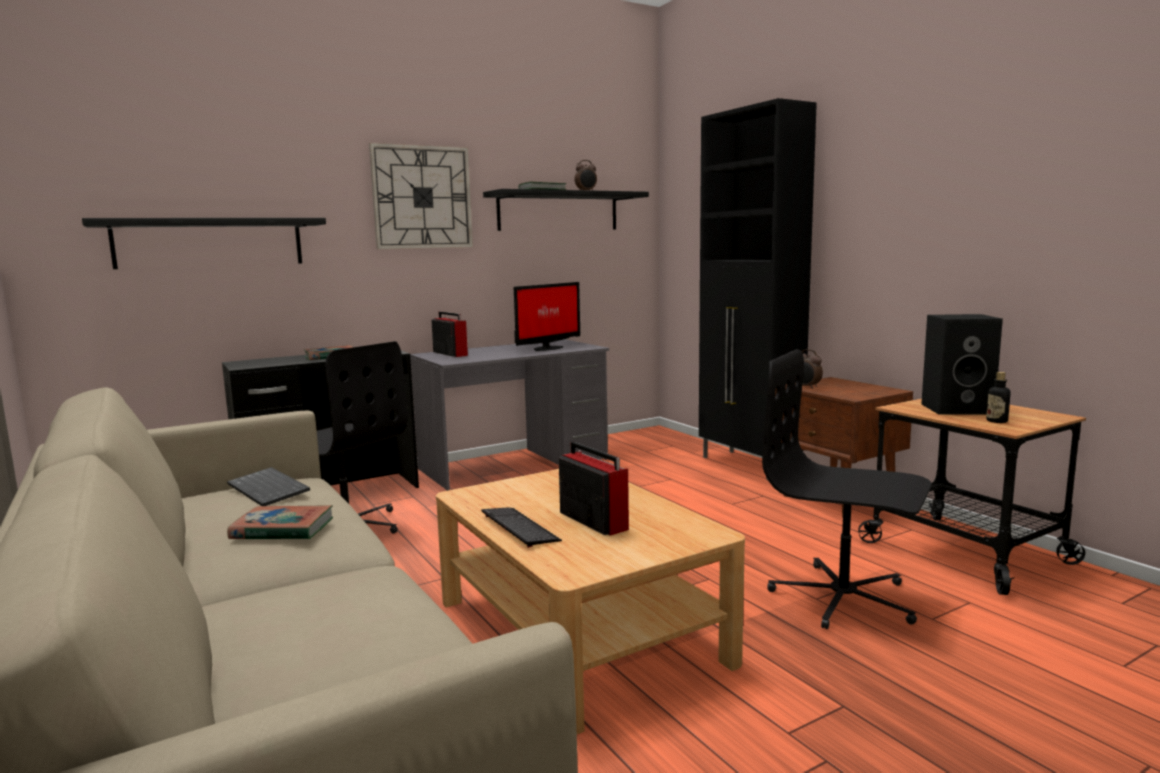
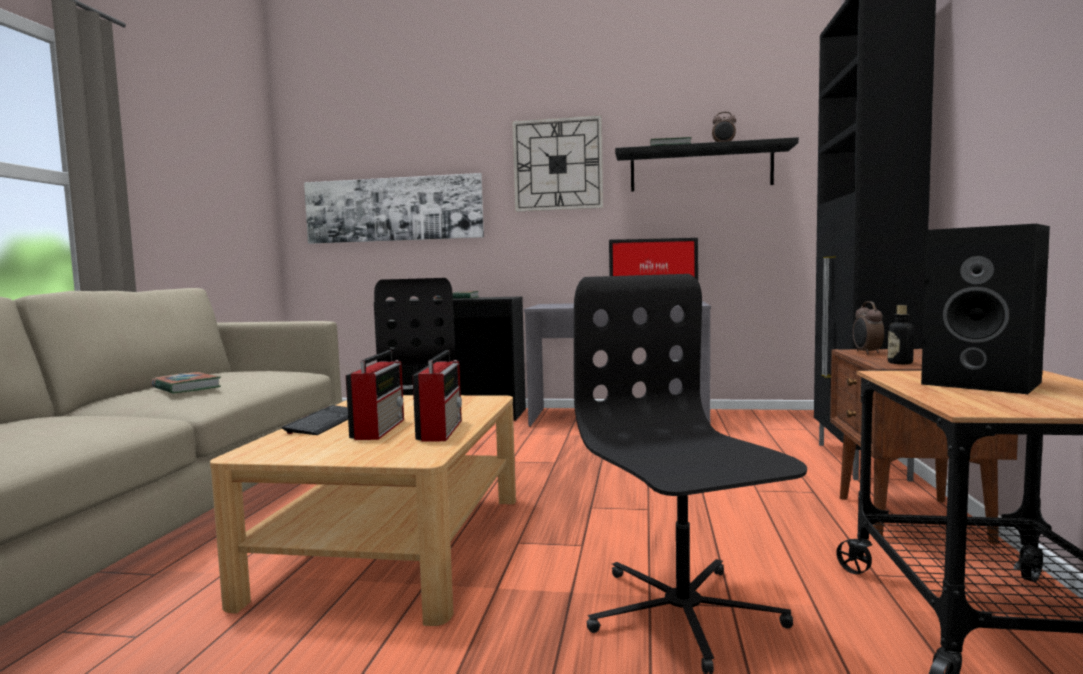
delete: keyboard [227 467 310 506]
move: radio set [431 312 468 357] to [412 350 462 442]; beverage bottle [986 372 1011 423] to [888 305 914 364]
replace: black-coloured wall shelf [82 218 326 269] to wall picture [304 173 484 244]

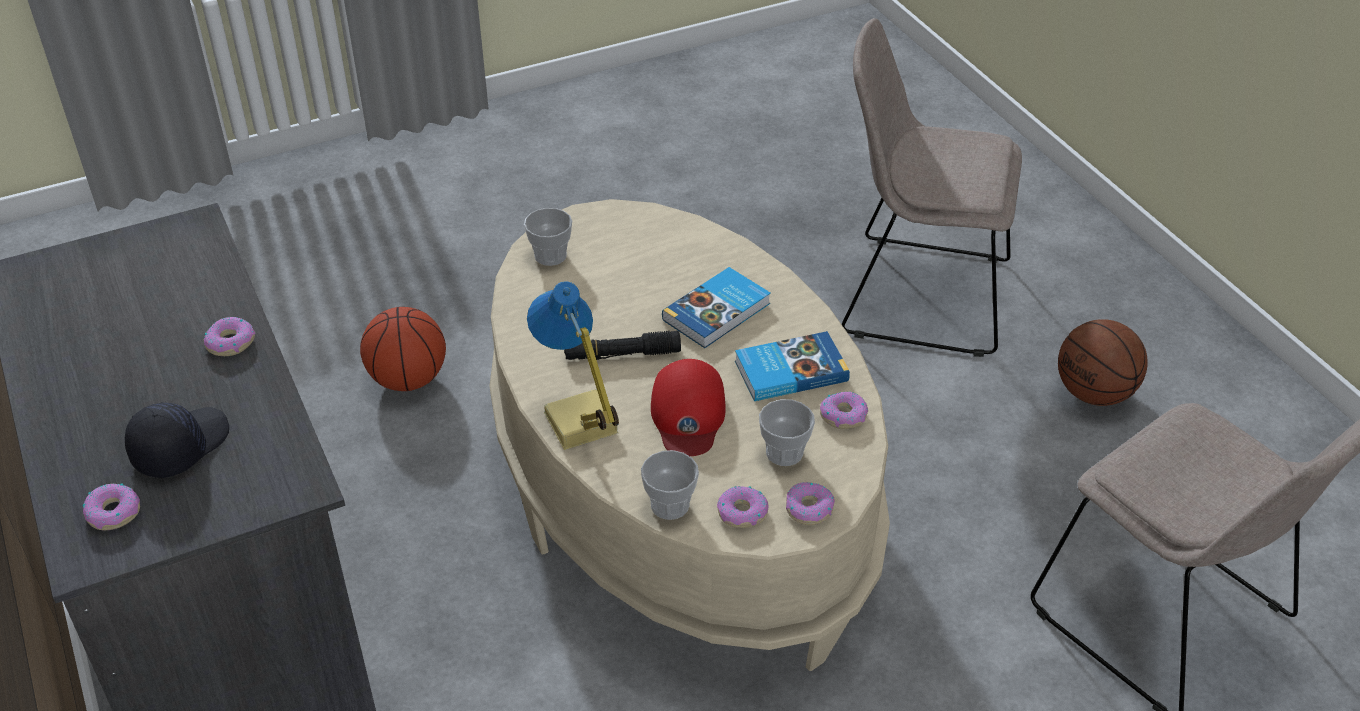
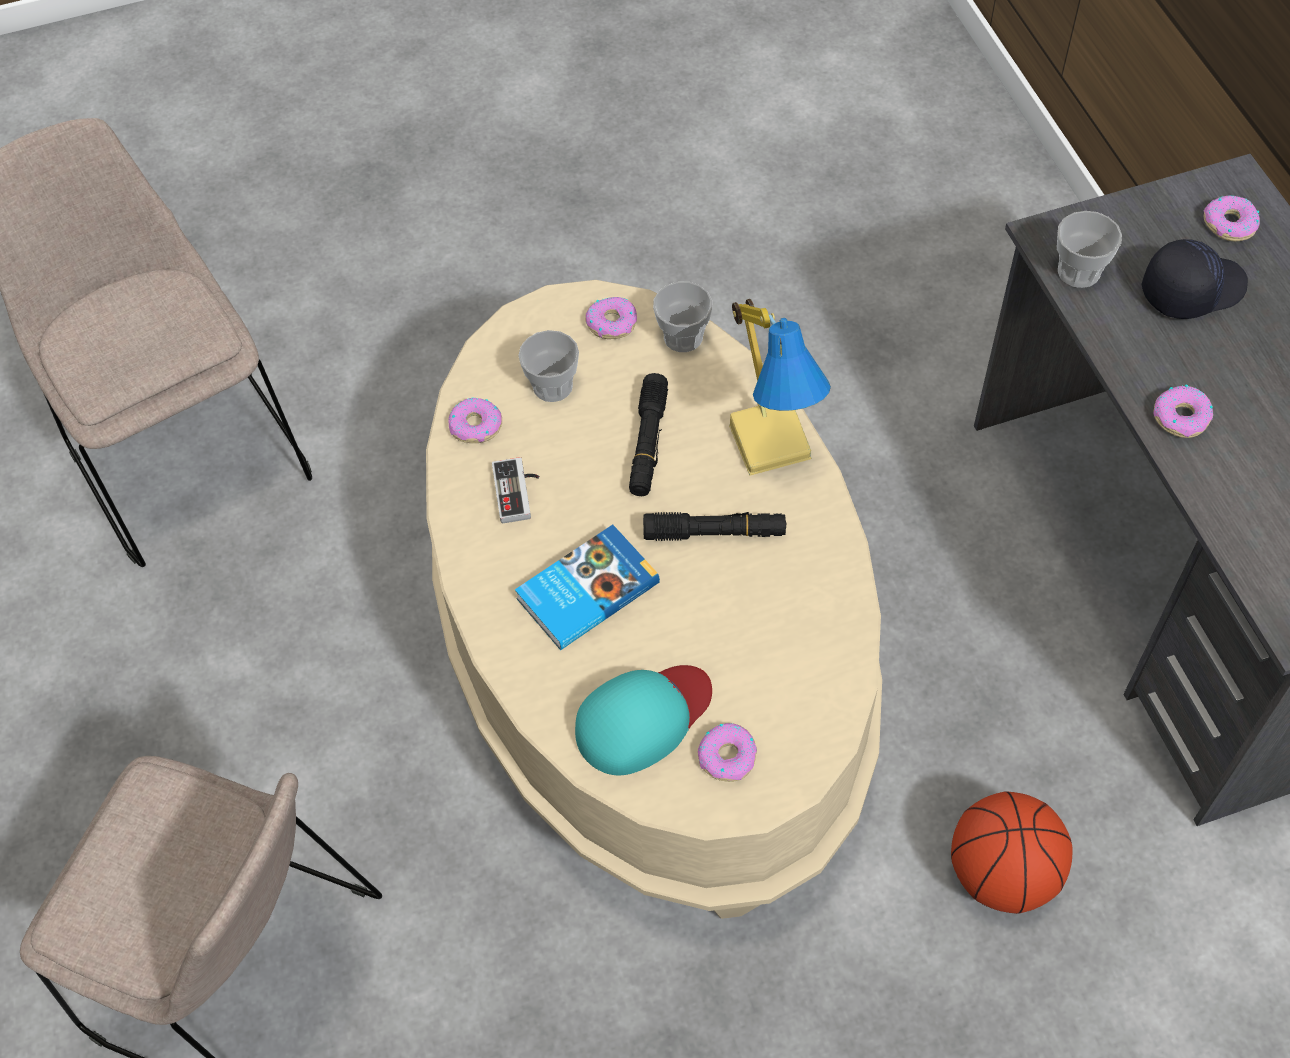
delete: ball for basketball [1058 319 1148 406]
insert: turquoise baseball cap [575 665 712 775]
move: small cup [524 208 572 266] to [1057 211 1122 288]; doughnut [786 482 835 525] to [698 723 757 782]
replace: reddish baseball cap [651 359 726 456] to black-coloured hand torch [629 373 668 496]; bound book [735 331 850 401] to game controller [492 457 539 523]
rotate: black-coloured baseball cap [125 402 229 478] = [1142 239 1248 319] 150 degrees counterclockwise

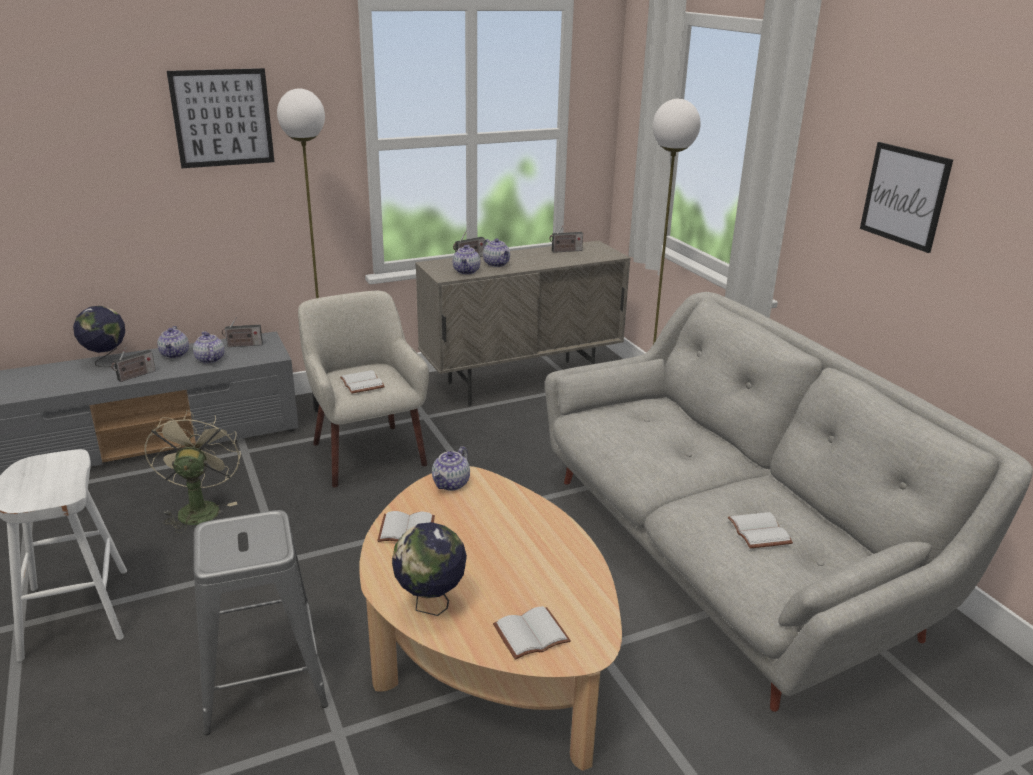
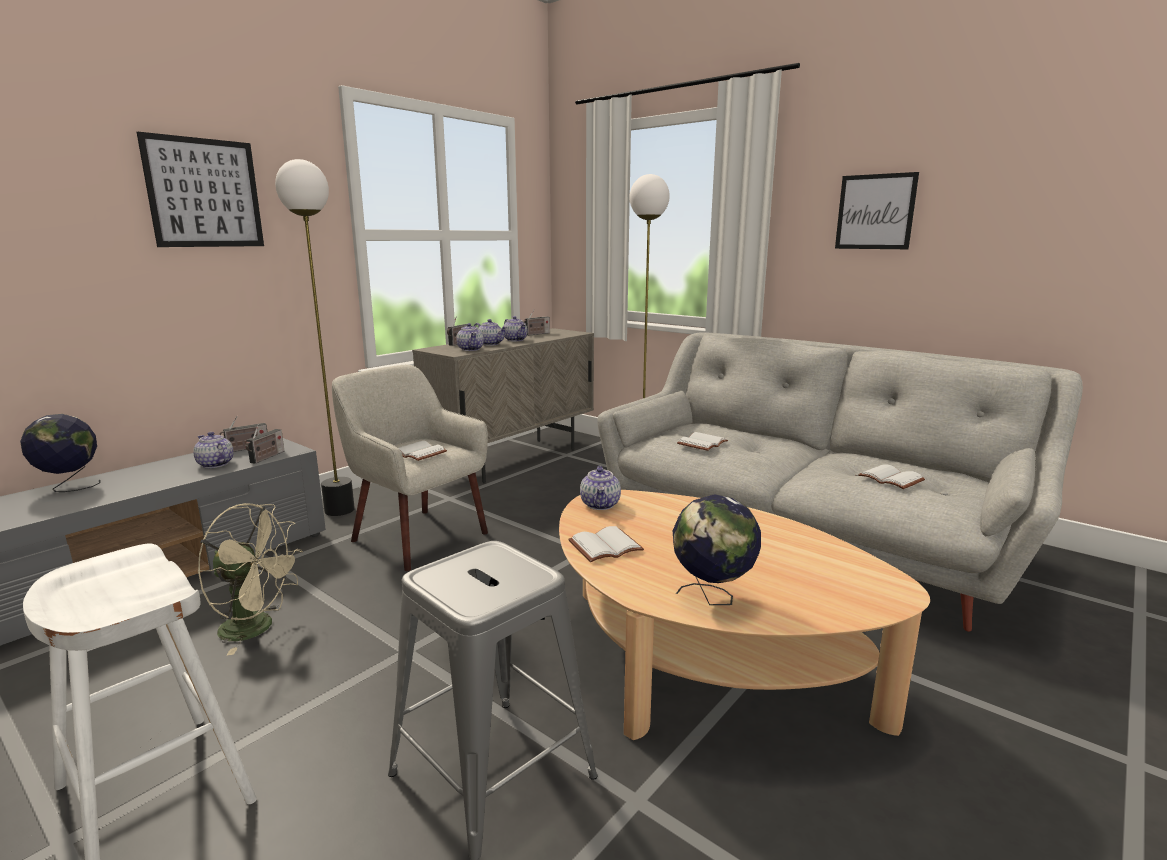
move: radio set [111 346 156 382] to [245 424 284 464]; tea pot [157 326 189 358] to [504 316 527 341]; white bound book [493 606 571 660] to [677 432 728 451]
rotate: beige-coloured fan [144 410 241 533] = [197 503 303 656] 135 degrees clockwise

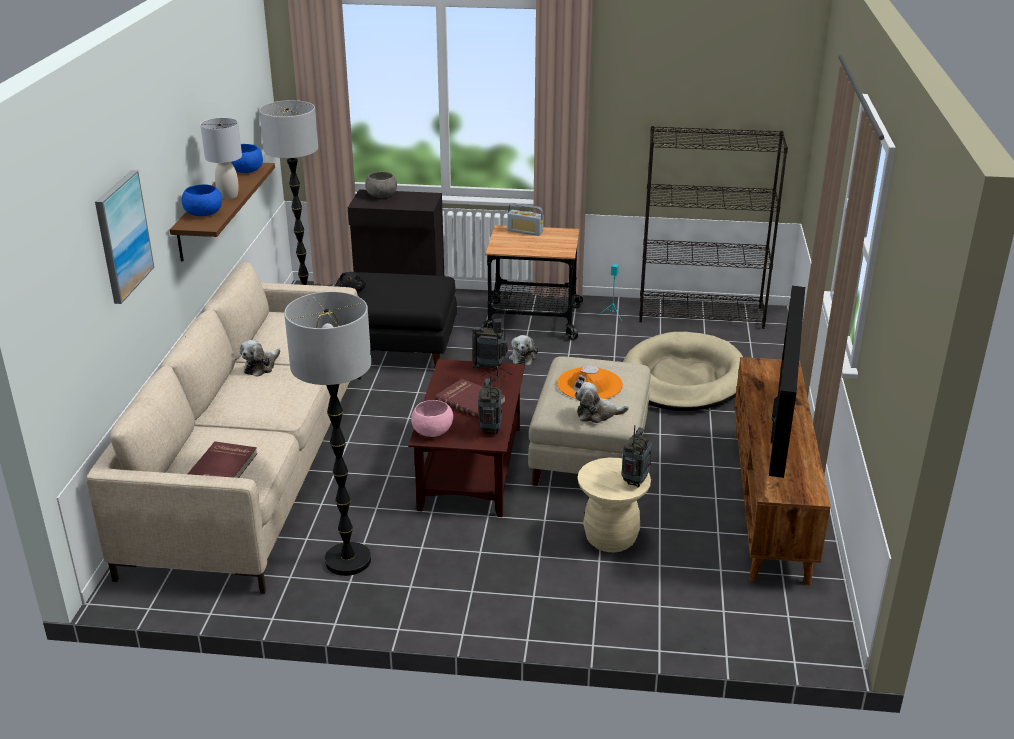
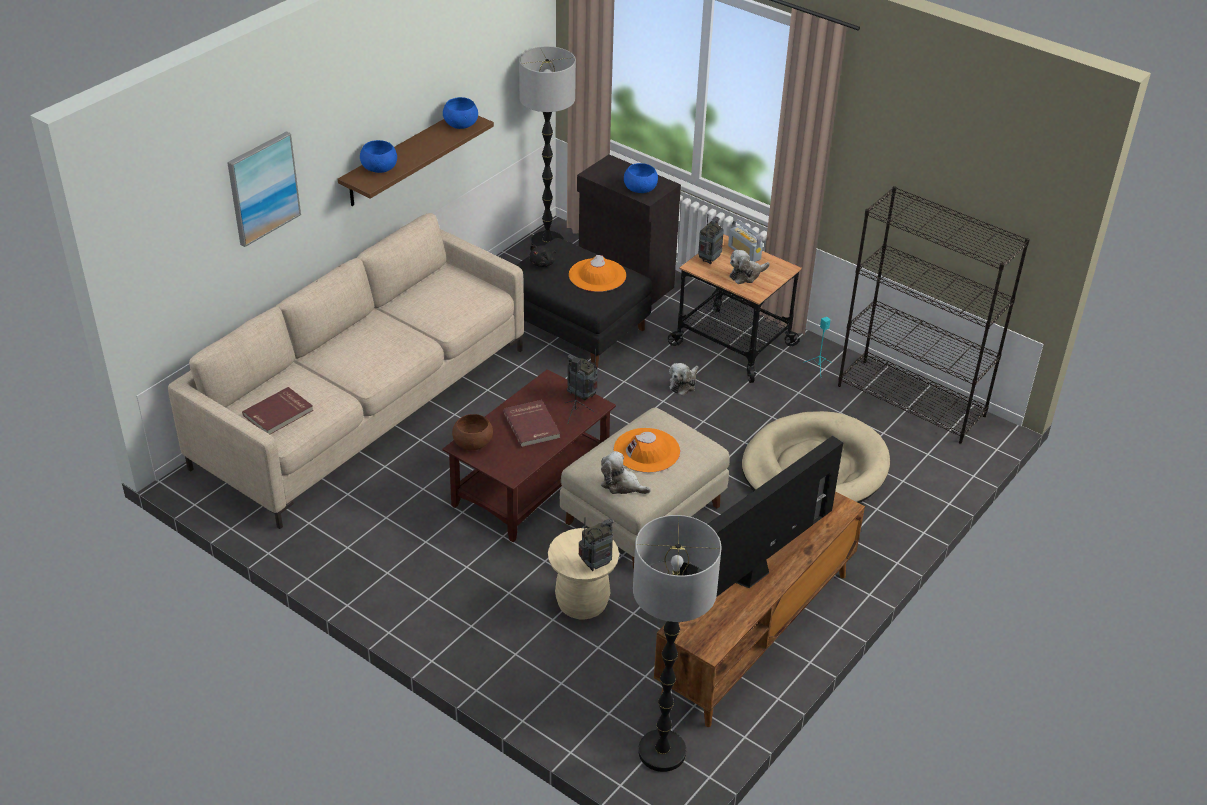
delete: gray tabletop lamp [200 118 242 199]; gray bowl [365 172 397 198]
insert: orangey hat [569 255 626 292]; blue-coloured bowl [624 163 658 193]
move: plush toy [240 340 280 376] to [730 250 770 284]; standard lamp [284 291 371 576] to [633 515 722 772]; radio set [478 375 502 434] to [698 215 724 264]
recolor: pink bowl [411 400 453 437] to brownish bowl [452 414 493 451]

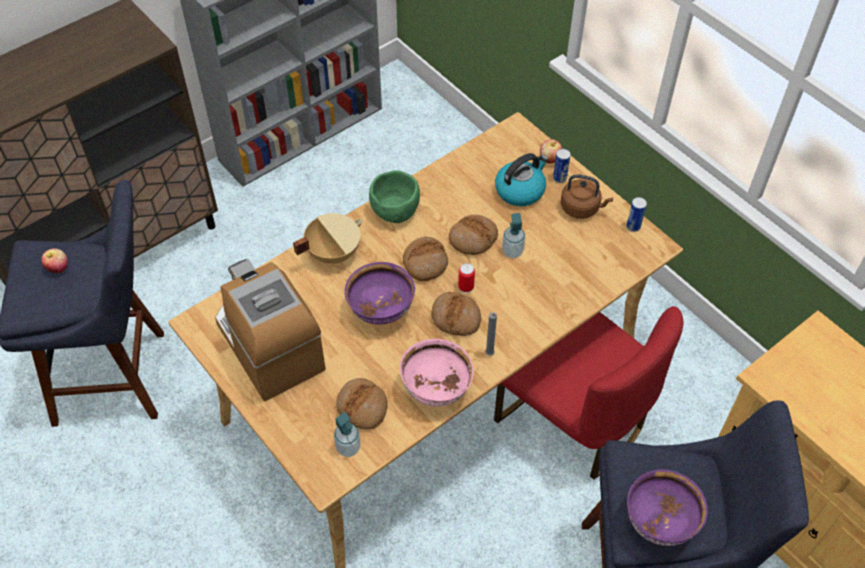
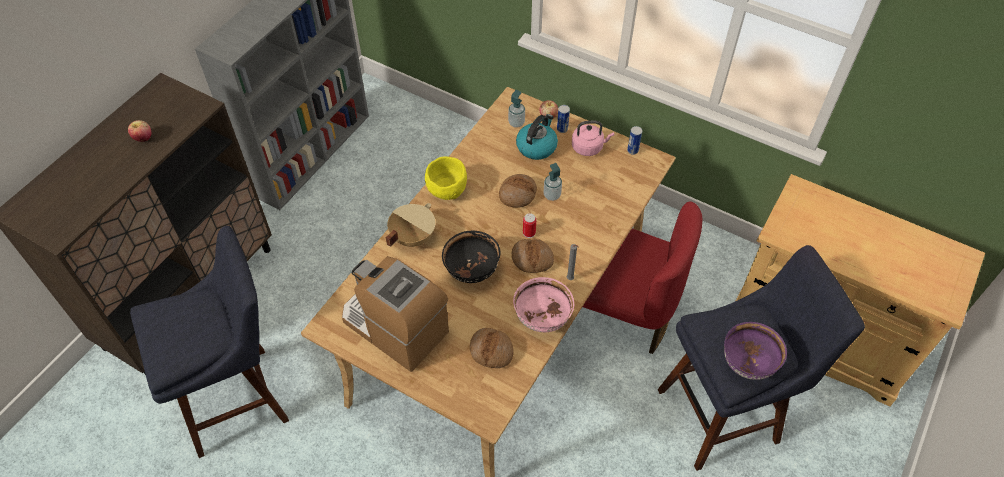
delete: baked bread [403 236 448 281]
move: whole apple [41 248 68 273] to [128 120 152 142]; liquid soap bottle [334 412 361 457] to [508 90 525 128]
recolor: purple-coloured bowl [344 262 415 325] to black-coloured bowl [442 231 501 283]; green bowl [369 170 420 223] to yellowish bowl [425 156 467 200]; brownish kettle [561 174 613 219] to pink kettle [572 121 614 156]

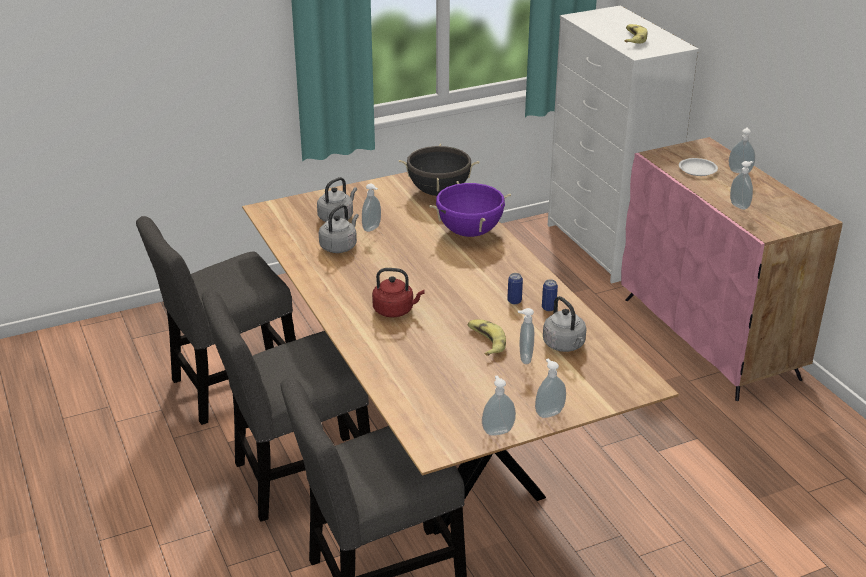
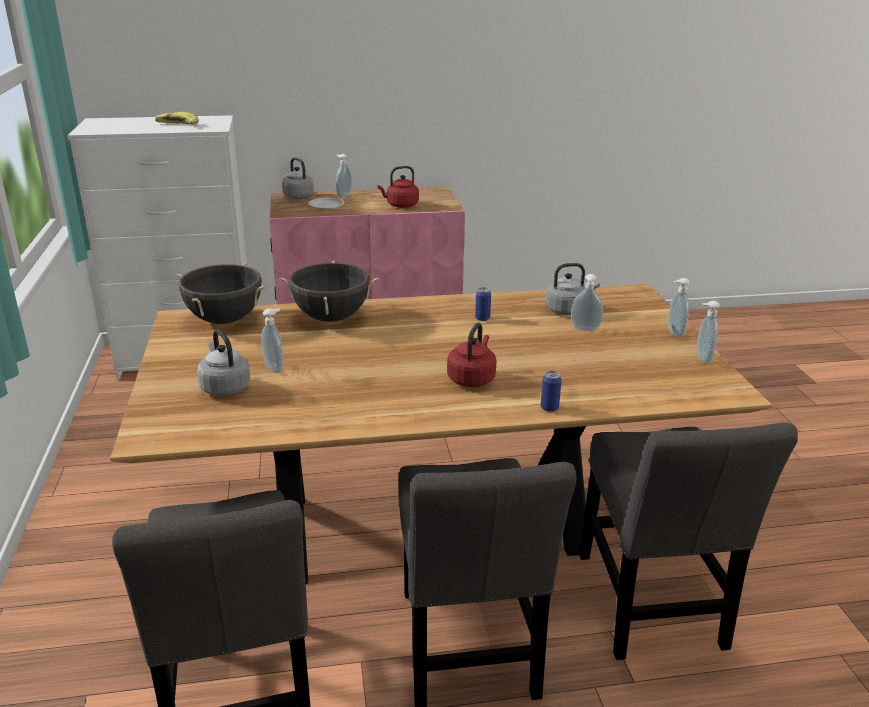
delete: banana fruit [467 319 506 356]
move: gray kettle [319 205 359 253] to [282 157 314 199]; metal can [542 279 558 311] to [541 371 562 412]
replace: liquid soap bottle [730 161 753 210] to reddish kettle [377 166 419 208]
recolor: purple-coloured stockpot [429 181 511 237] to black-coloured stockpot [279 260 379 322]

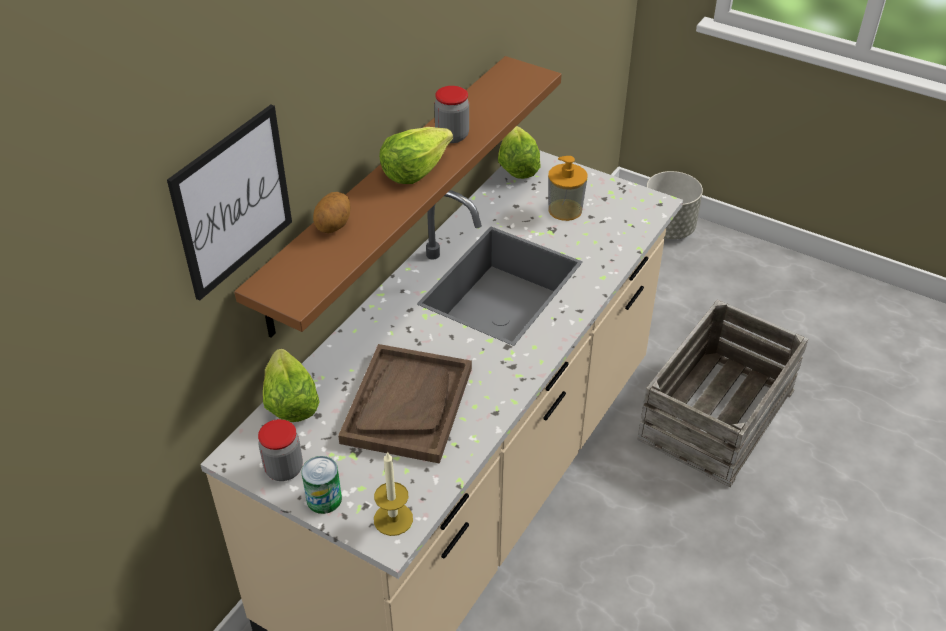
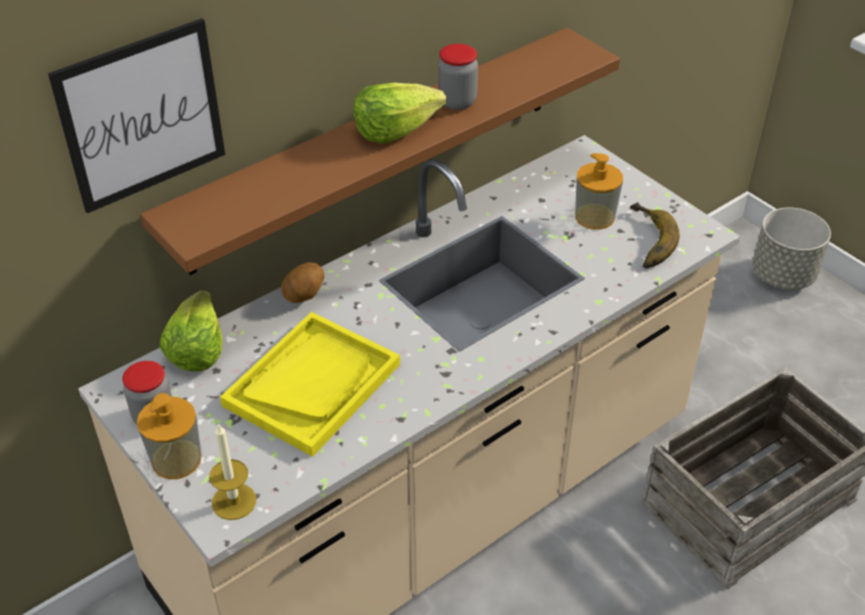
delete: lettuce [498 126 541 179]
insert: banana fruit [630 202 680 269]
move: potato [313 192 350 233] to [281 262 324 303]
replace: metal can [301 456 342 514] to liquid soap bottle [137 393 202 479]
recolor: brownish carrying tray [338 344 472 464] to yellowish carrying tray [220 312 400 457]

